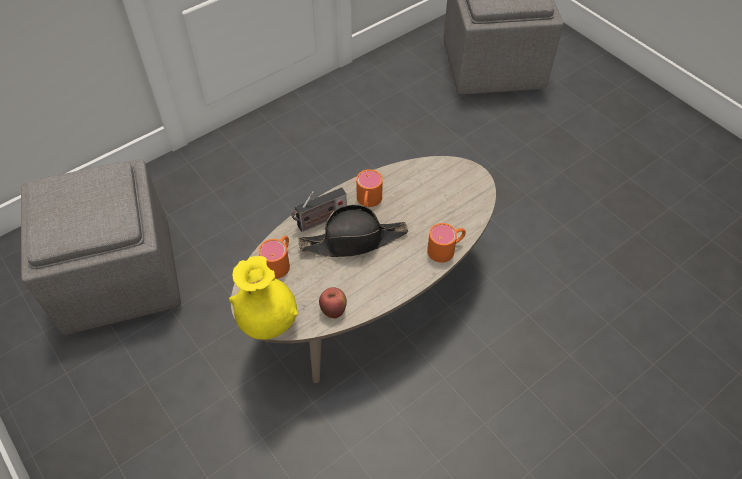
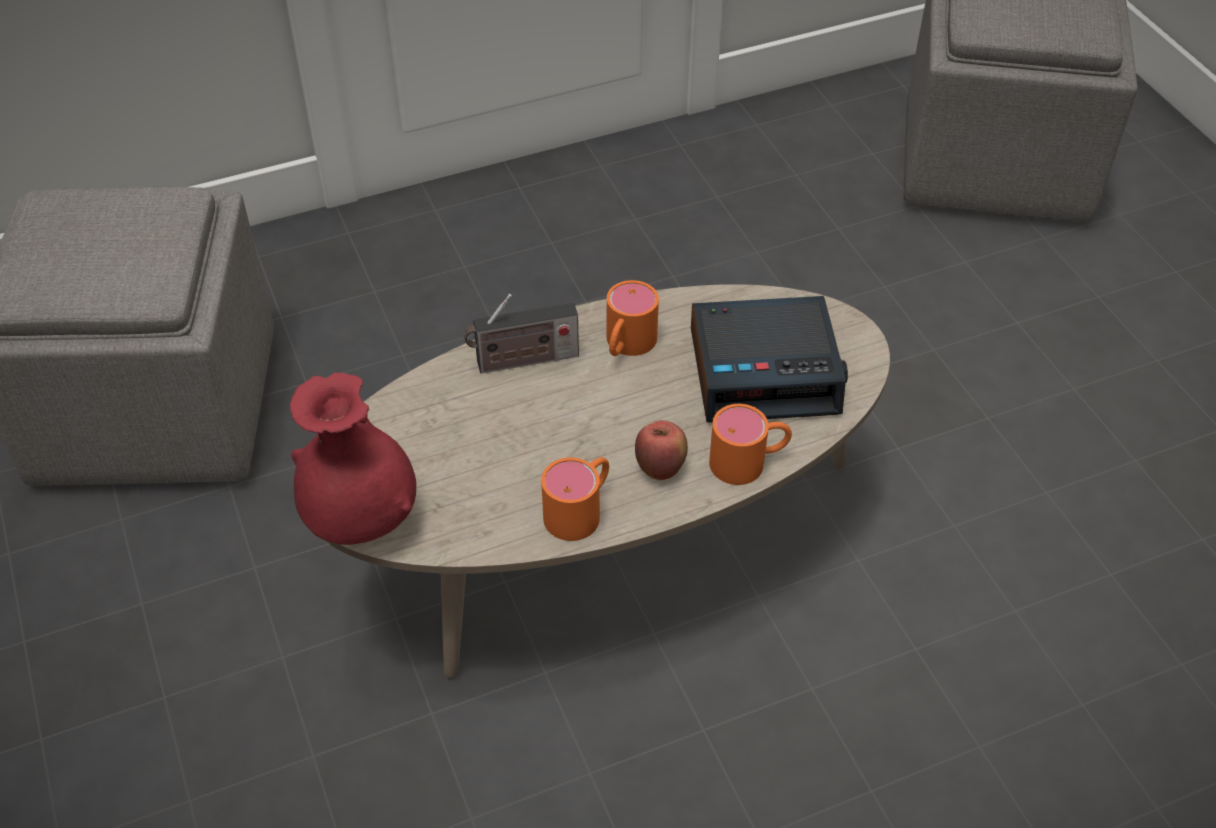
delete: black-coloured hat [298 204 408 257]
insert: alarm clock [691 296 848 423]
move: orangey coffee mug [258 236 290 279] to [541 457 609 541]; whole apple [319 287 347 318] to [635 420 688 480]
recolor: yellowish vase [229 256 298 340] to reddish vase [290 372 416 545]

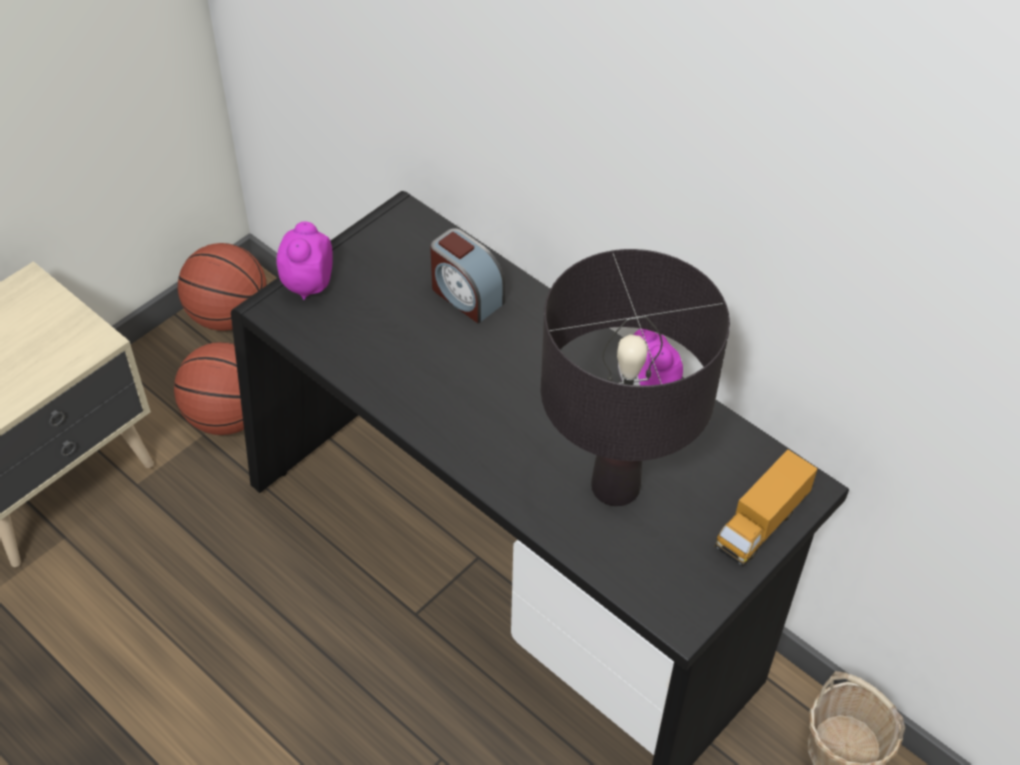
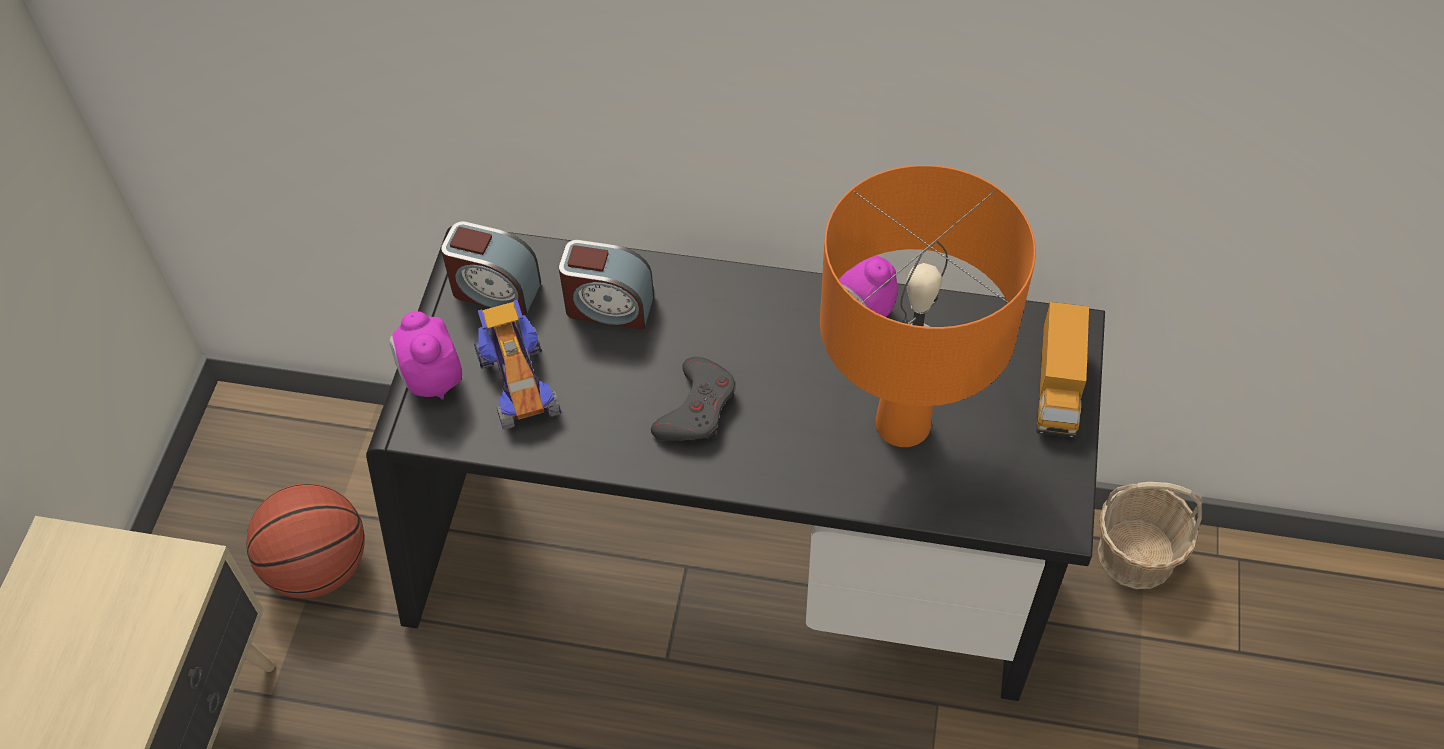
delete: ball for basketball [178 243 267 331]
insert: alarm clock [441 221 541 316]; model car [474 300 561 429]; gray game controller [651 357 736 441]
recolor: black-coloured tabletop lamp [541 249 730 506] to orangey tabletop lamp [820 165 1036 447]

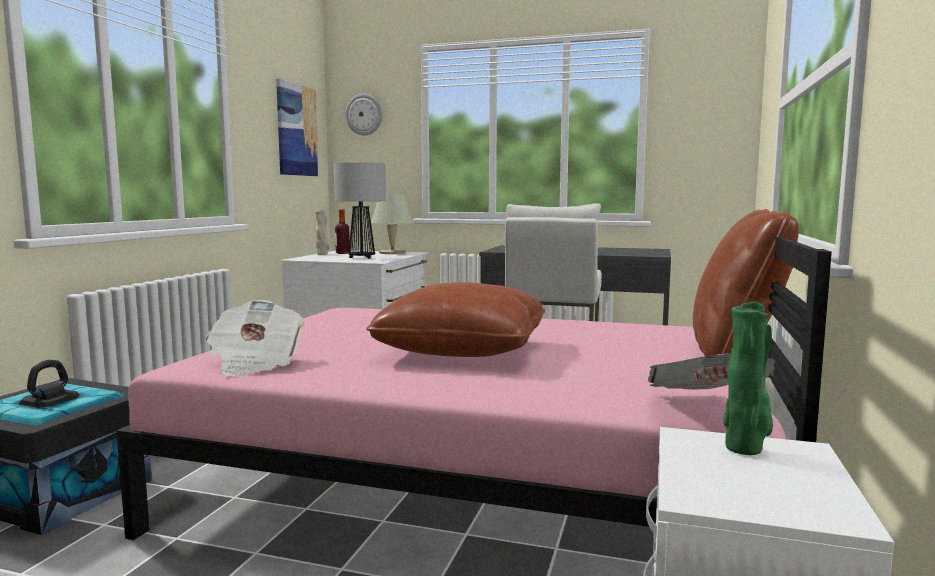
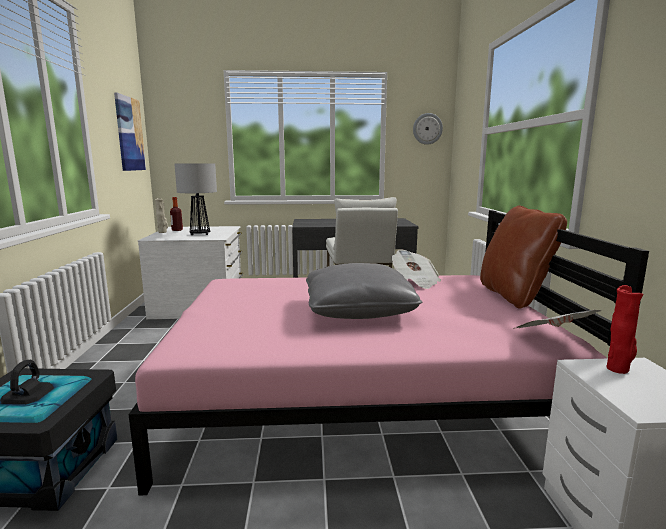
delete: beige-coloured tabletop lamp [371 195 413 254]
move: printed paper [206 300 305 377] to [391 250 441 289]; hanging clock [345 93 383 135] to [413 113 443 145]
recolor: brownish pillow [366 282 545 357] to gray pillow [306 263 422 319]; green vase [723 302 773 455] to reddish vase [607 285 644 374]

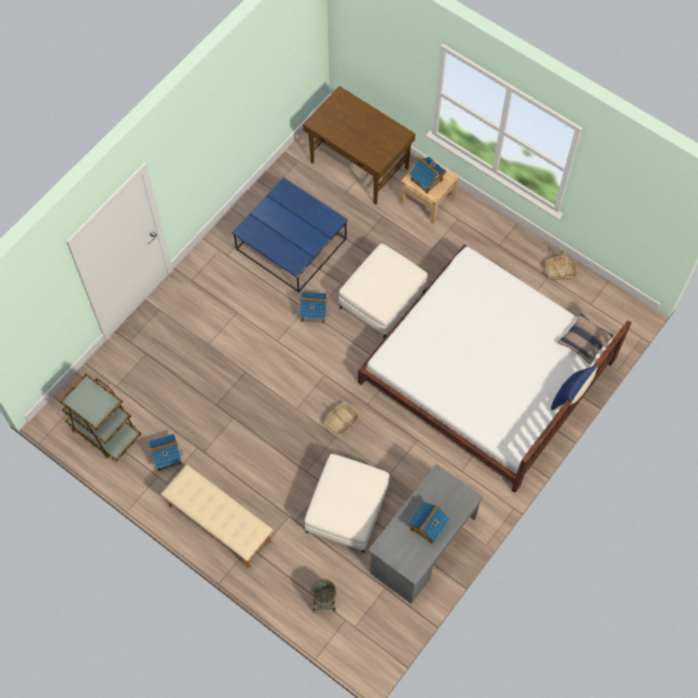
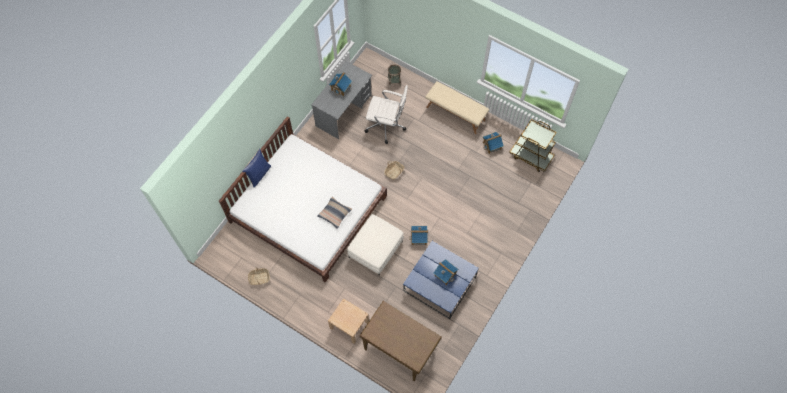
move: toy house [409 157 447 194] to [434 259 458 285]; pillow [558 314 614 364] to [317 197 352 229]
replace: white footrest [304 454 389 553] to white desk chair [364 85 408 144]

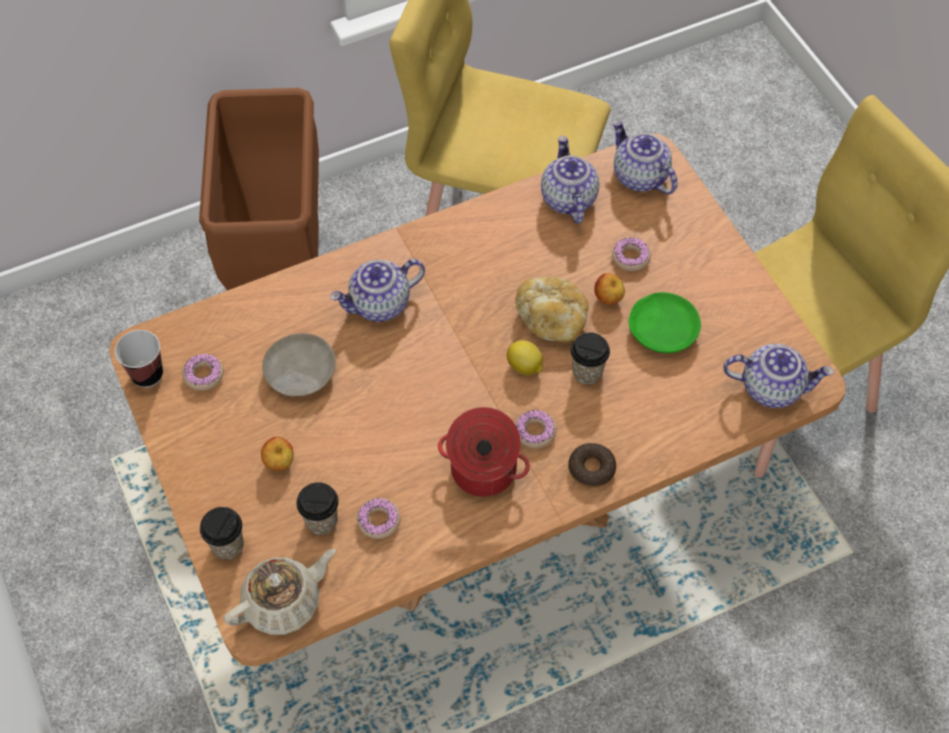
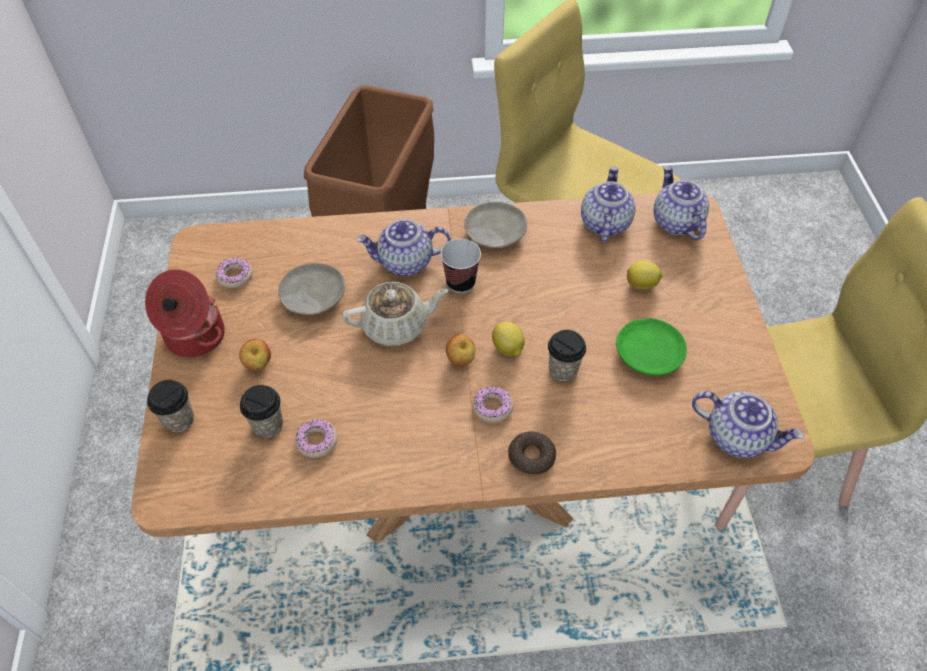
delete: baked bread [515 277 588 342]
insert: beige-coloured dinner plate [465 202 527 248]
move: small cup [115 330 163 388] to [440 239 481 293]; beige-coloured tea pot [224 549 336 635] to [342 282 449 346]; stockpot [438 407 530 497] to [145 269 225 358]; whole apple [594 273 625 305] to [446 334 475 366]
replace: doughnut [612 237 651 271] to whole lemon [627 261 663 290]

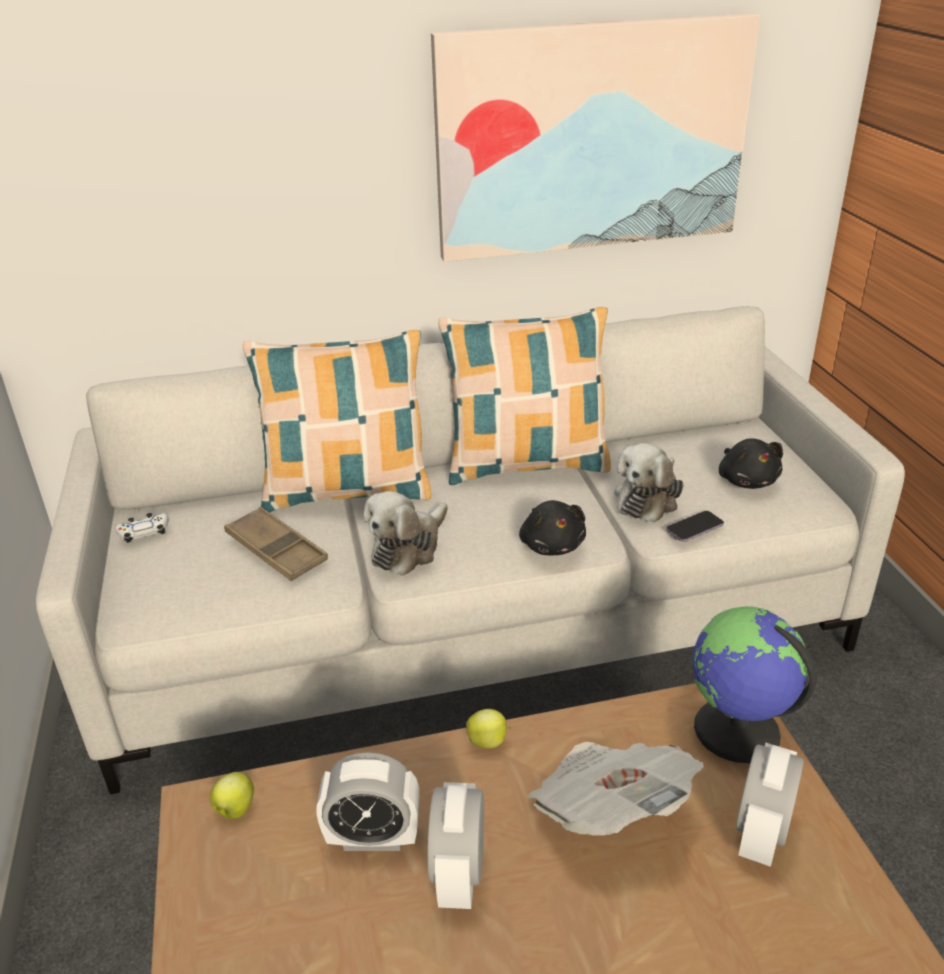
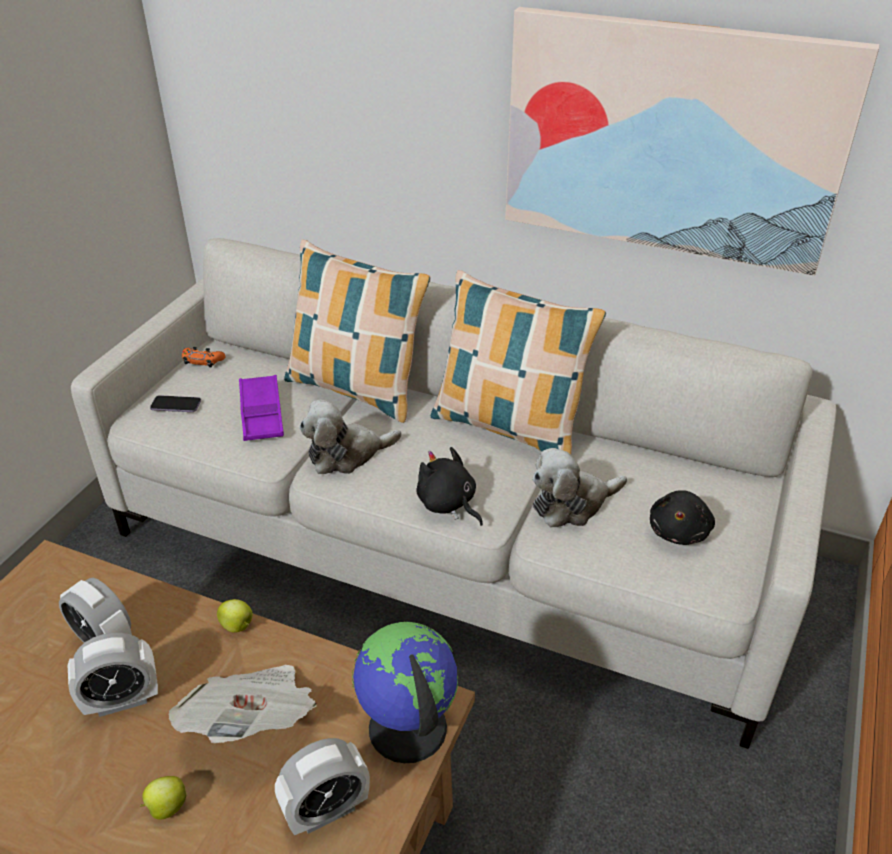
move: whole apple [210 772 254 819] to [140 776 186 820]; handset [666 511 724 542] to [150 395 201 412]
recolor: white game controller [115 513 169 543] to orangey game controller [182 347 225 368]; brownish carrying tray [224 507 328 581] to purple-coloured carrying tray [239 375 284 441]
rotate: alarm clock [428 782 484 909] = [68 633 158 717] 150 degrees counterclockwise; black-coloured plush toy [519 500 586 555] = [416 447 483 526] 120 degrees clockwise

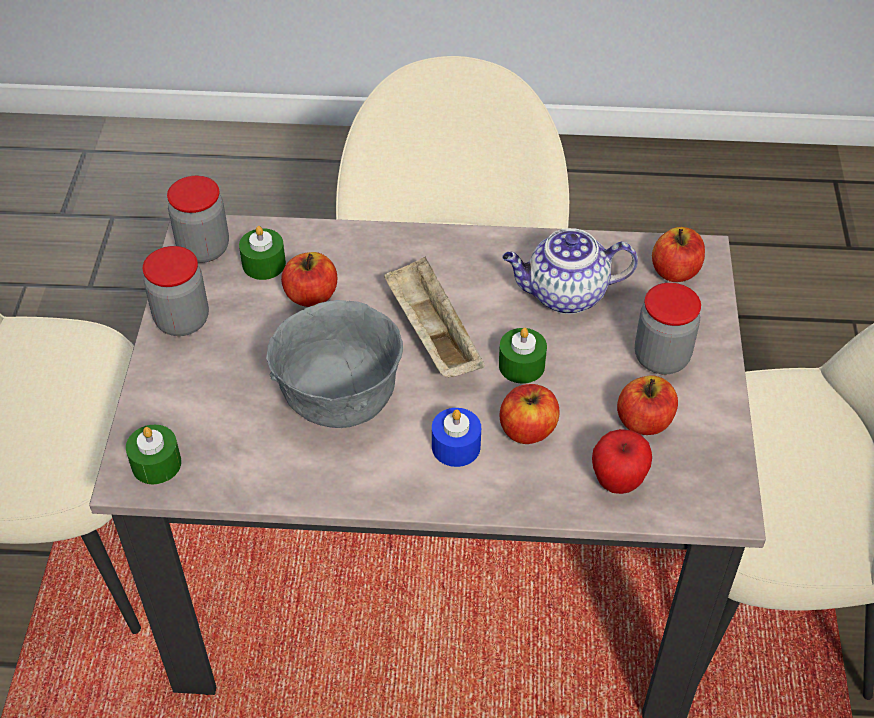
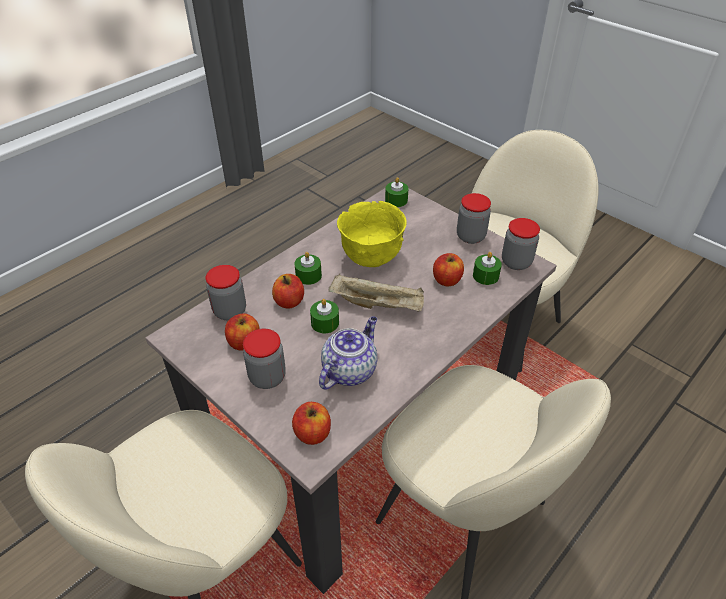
replace: whole apple [592 429 652 494] to storage jar [206 265 246 320]
recolor: gray bowl [266 300 403 428] to yellowish bowl [337 201 407 267]; blue-coloured wax light [432 408 481 467] to green wax light [294 252 322 285]

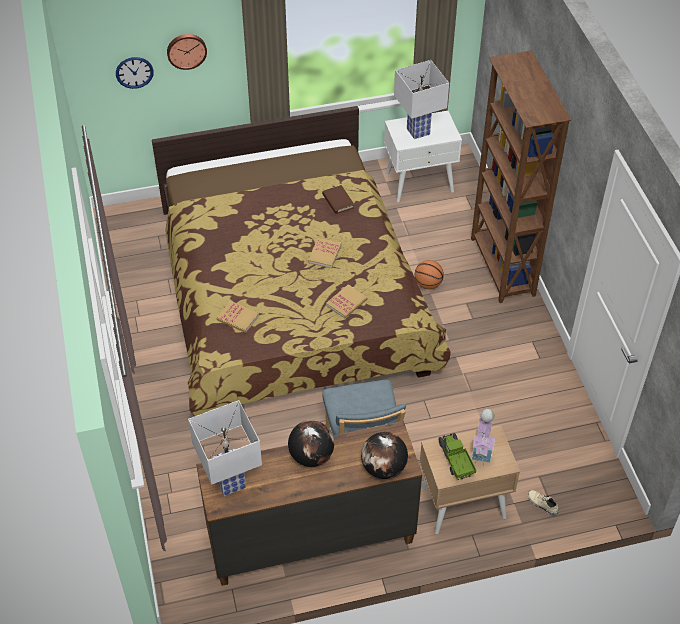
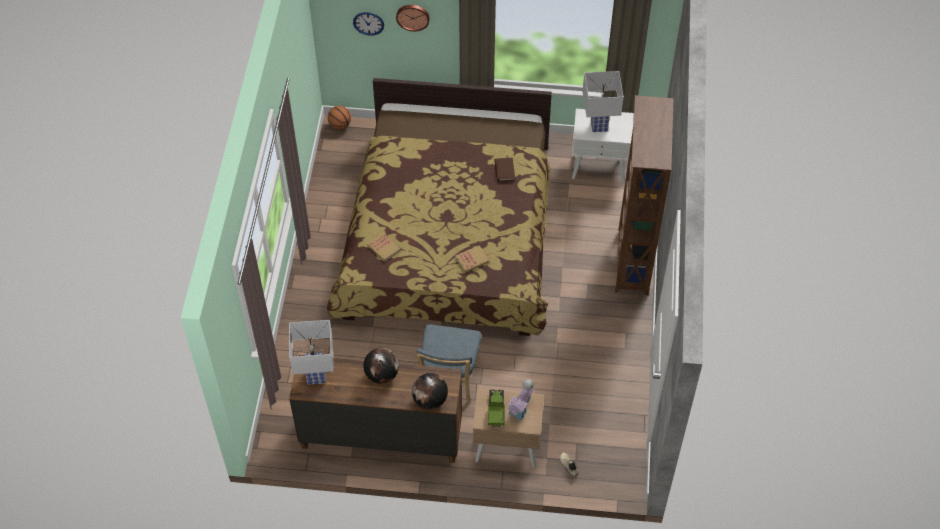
delete: bound book [308 238 341 268]
move: ball for basketball [414 260 444 289] to [328 106 351 129]

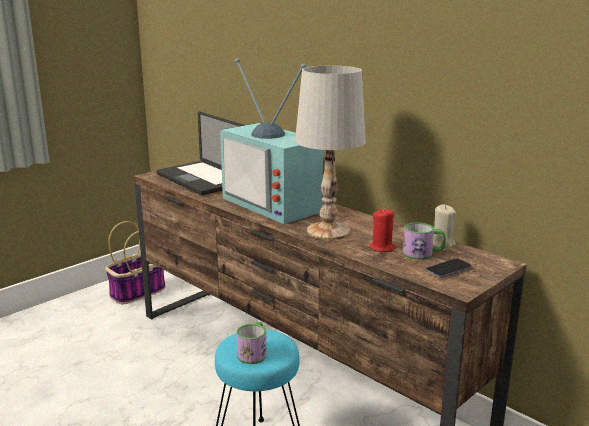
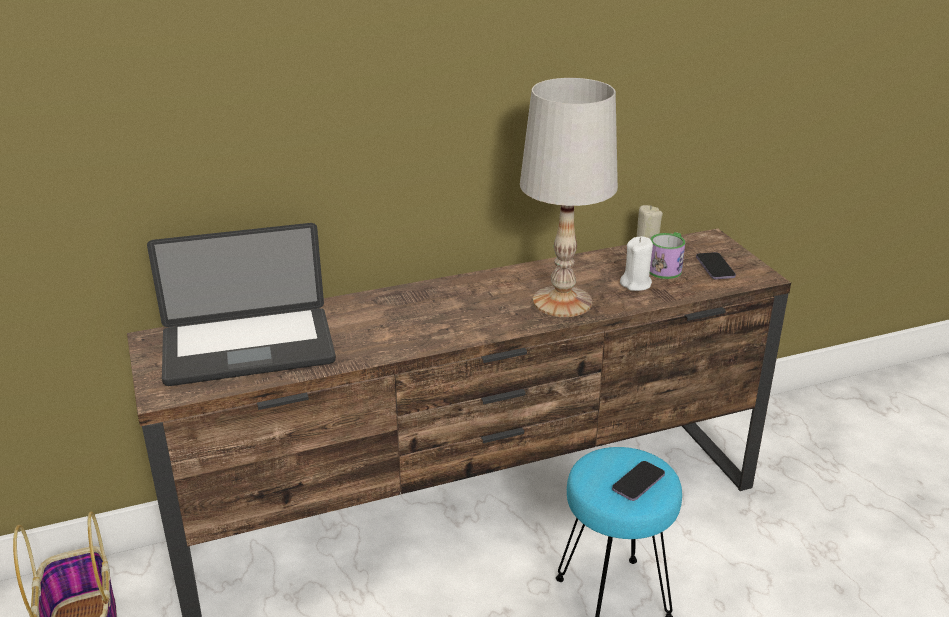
delete: television [220 58 323 224]
replace: coffee mug [237 321 266 364] to handset [612 461 665 501]
recolor: reddish wax light [369 208 396 252] to white wax light [620 236 653 291]

